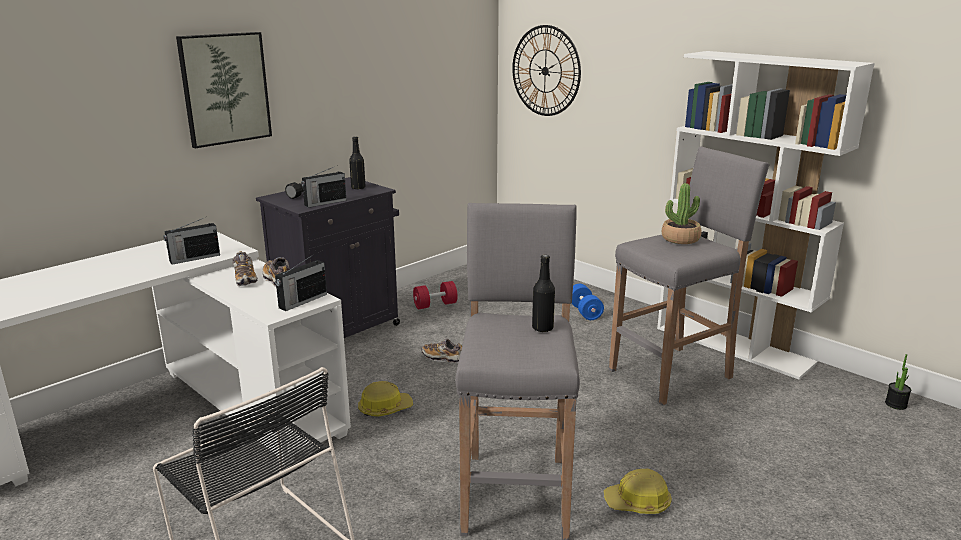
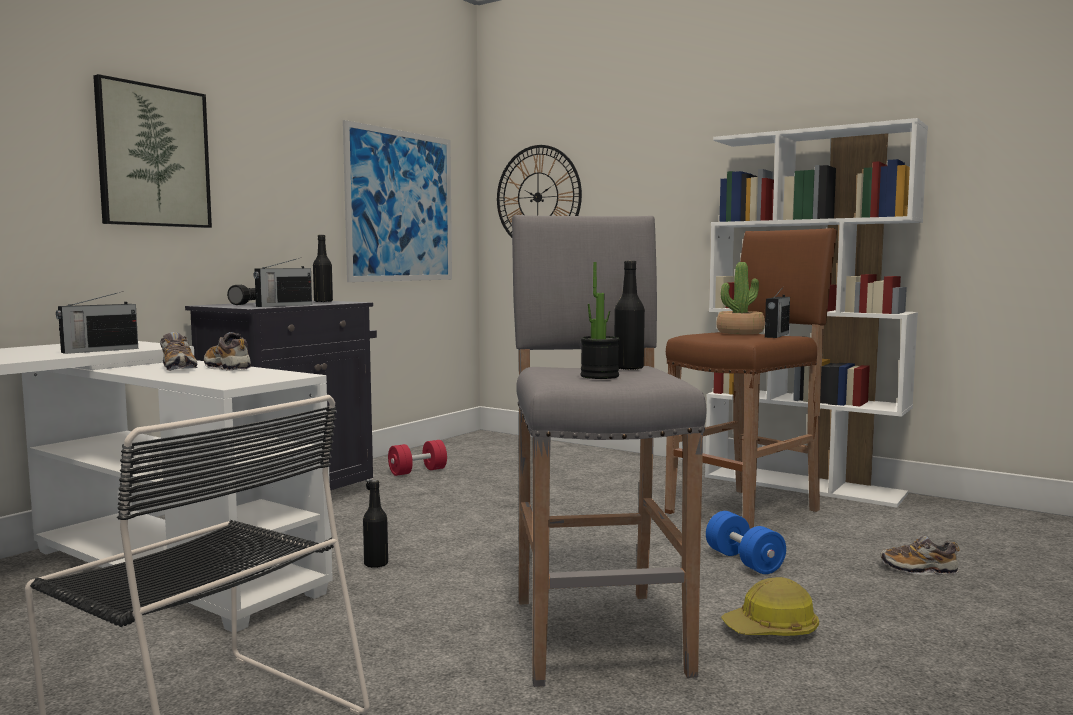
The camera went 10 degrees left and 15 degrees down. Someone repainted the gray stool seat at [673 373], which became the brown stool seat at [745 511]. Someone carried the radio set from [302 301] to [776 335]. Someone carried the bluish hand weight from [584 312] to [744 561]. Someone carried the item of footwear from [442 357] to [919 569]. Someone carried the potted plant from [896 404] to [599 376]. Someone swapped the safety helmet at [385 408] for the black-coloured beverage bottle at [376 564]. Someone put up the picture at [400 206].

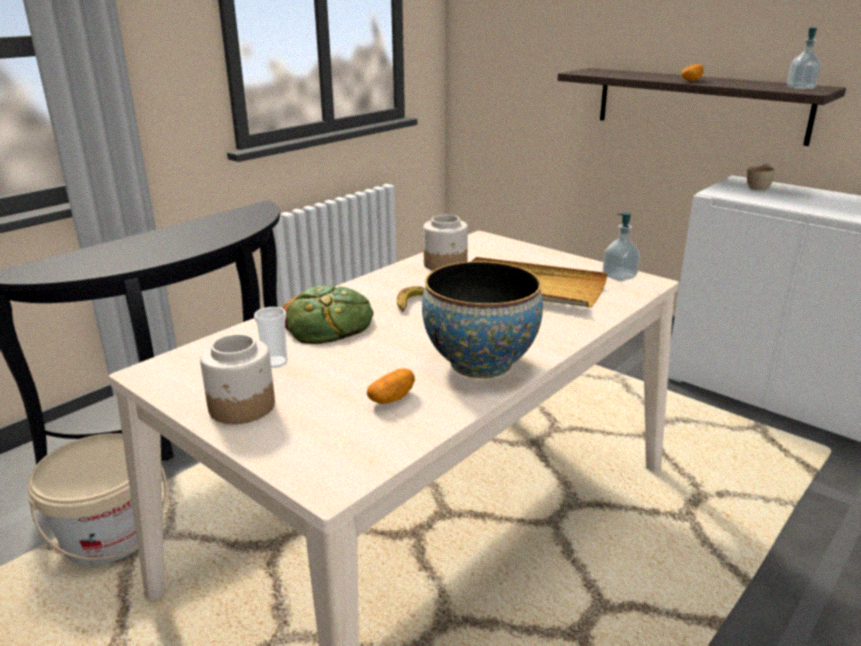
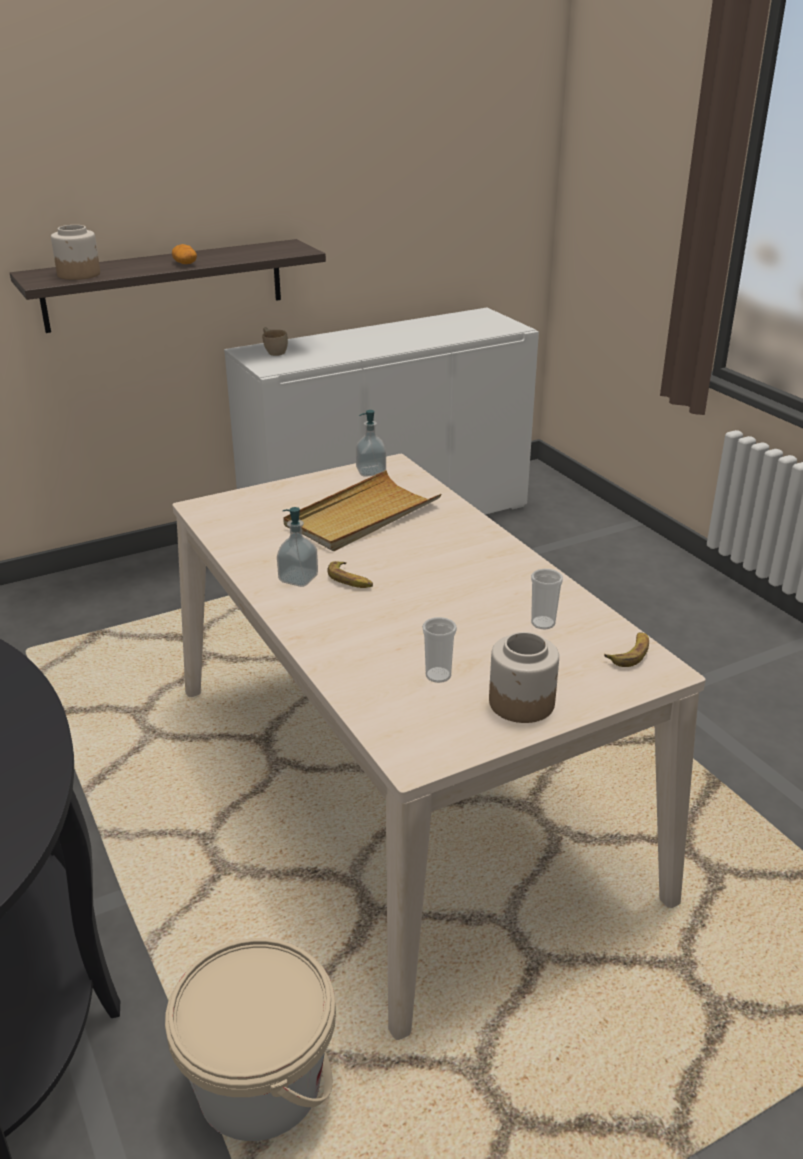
The camera went 70 degrees left and 5 degrees up. Someone carried the soap bottle from [800 88] to [298 579]. Someone carried the jar from [446 264] to [79 274]. Someone took away the deep dish at [480 363]. Someone took away the bakery bread at [328 323]. Someone swapped the whole potato at [392 398] for the small cup at [543 623]. Someone put down the banana fruit at [630 653].

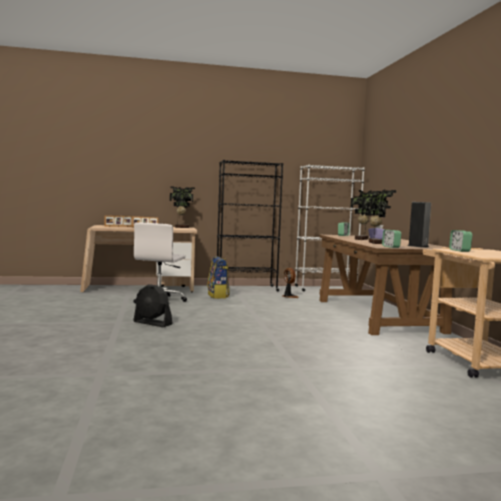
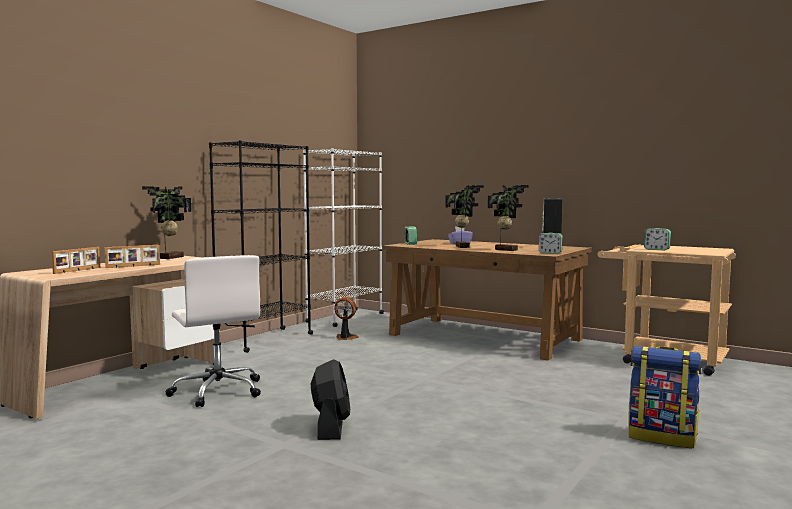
The camera went 45 degrees left and 0 degrees up. Someone carried the rucksack from [218 296] to [662 437]. Someone rotated the black-coloured electric fan at [152 323] by 75 degrees counterclockwise.

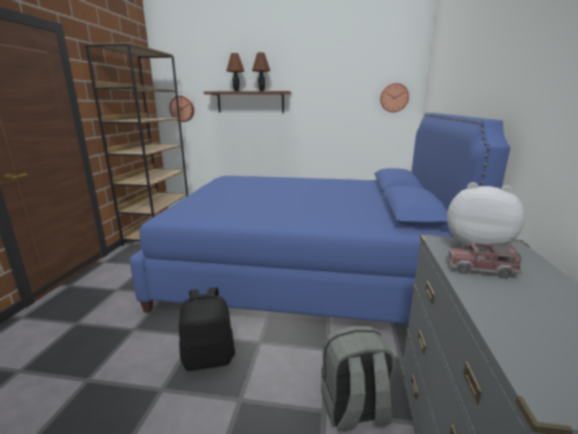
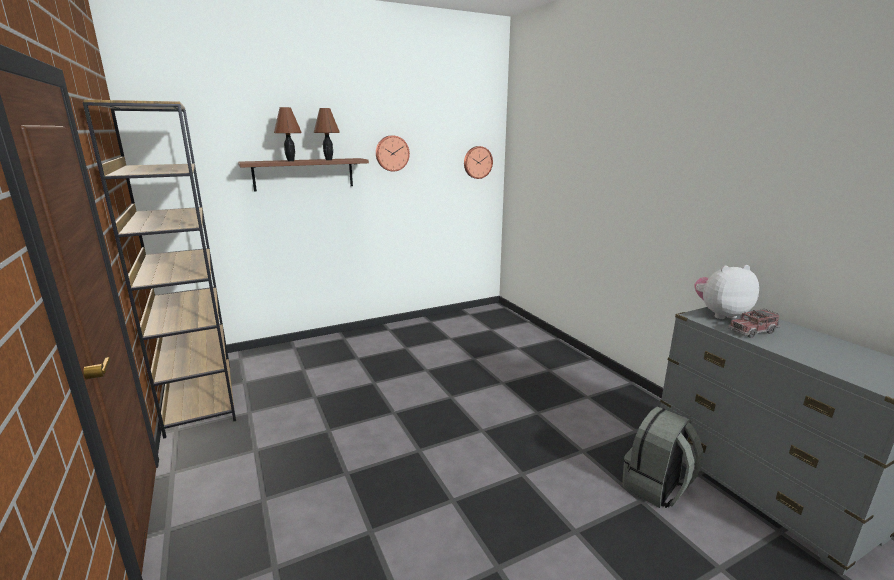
The camera went 35 degrees left and 0 degrees up. Someone carried the clock on the wall from [182 109] to [392 153]. Someone took away the bluish sleeping bed at [304 271]. Someone took away the black-coloured rucksack at [209 358].

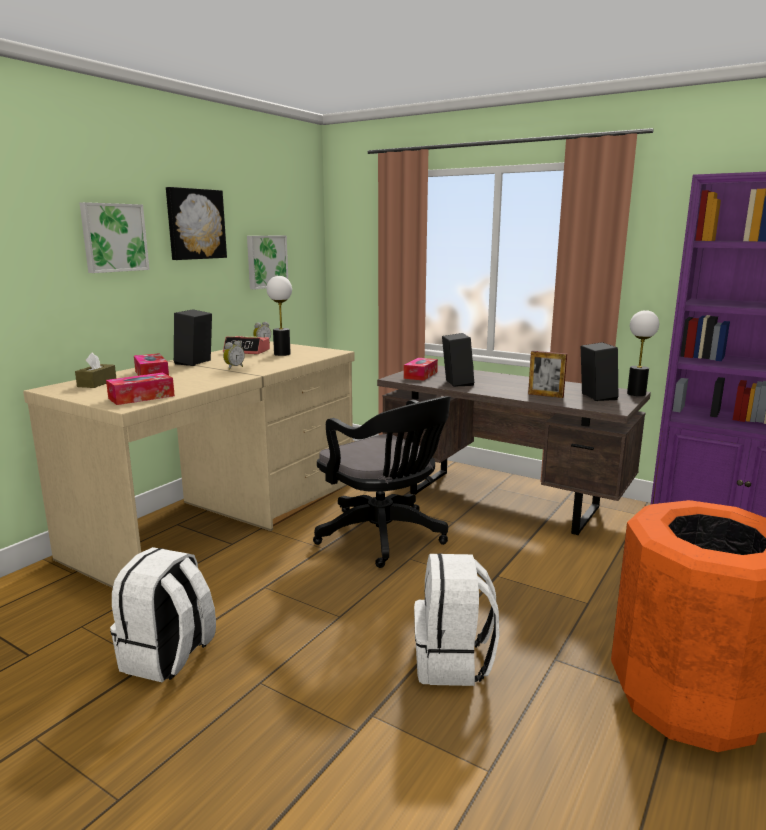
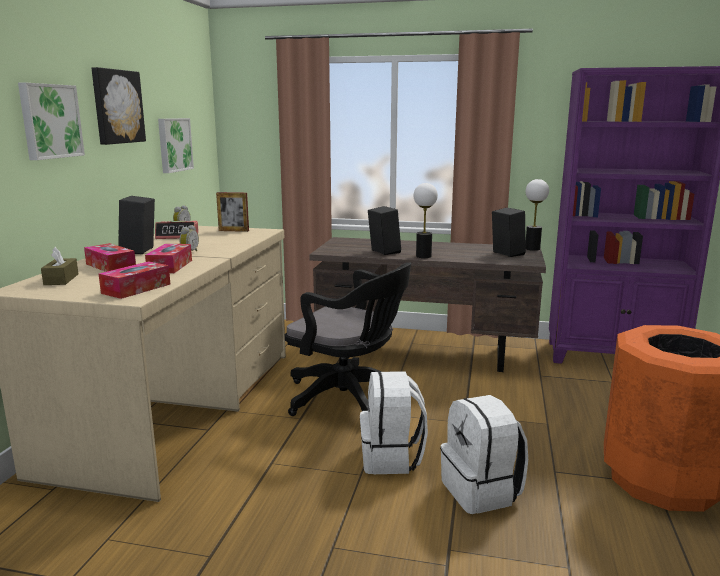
The camera went 20 degrees left and 0 degrees up. Someone carried the table lamp from [282 354] to [423 256]. Someone carried the photo frame from [545 395] to [233 230]. Someone carried the tissue box from [420 375] to [170 266]. Someone carried the white-coloured rucksack from [168 657] to [391 458].

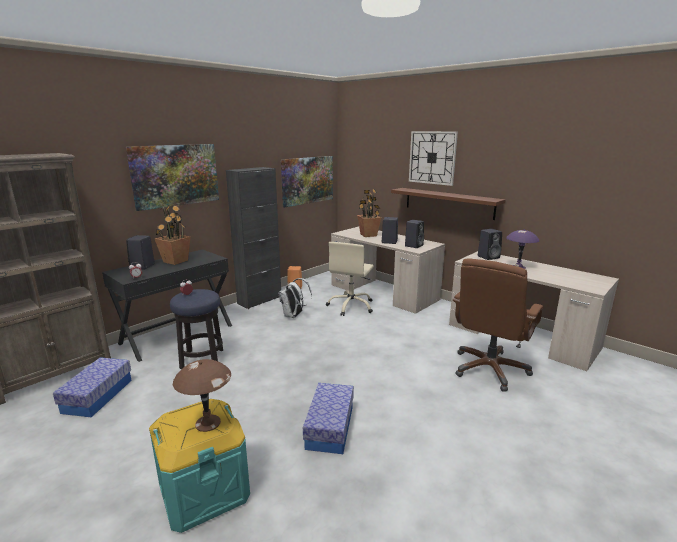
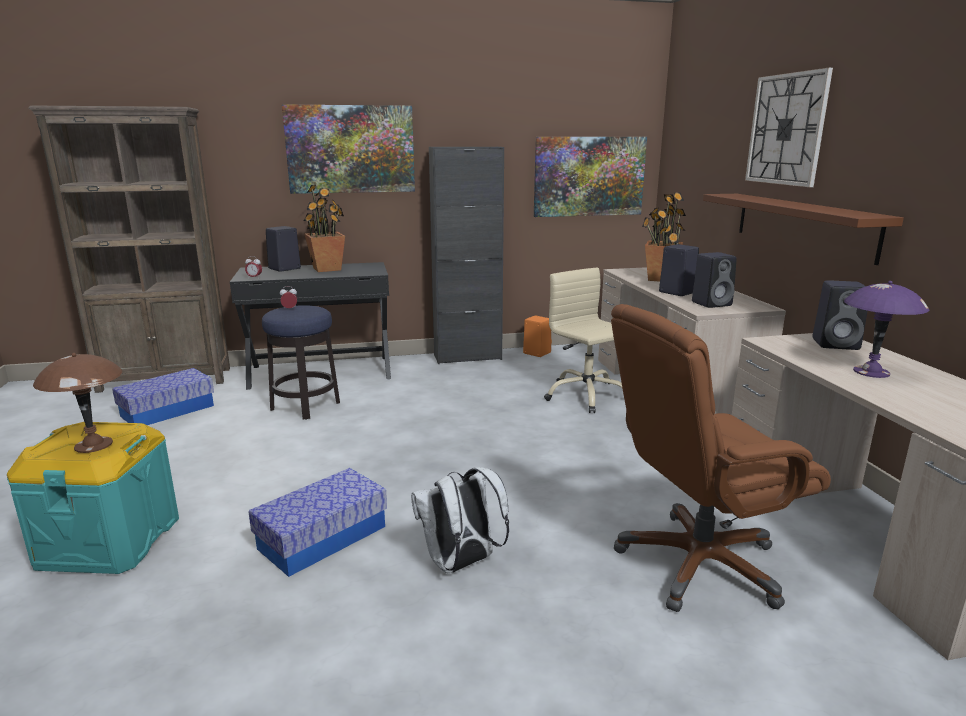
The camera went 35 degrees right and 0 degrees up. Someone rotated the beige-coloured computer chair at [351 306] by 90 degrees clockwise. Someone carried the white-coloured rucksack from [294 316] to [461 564].

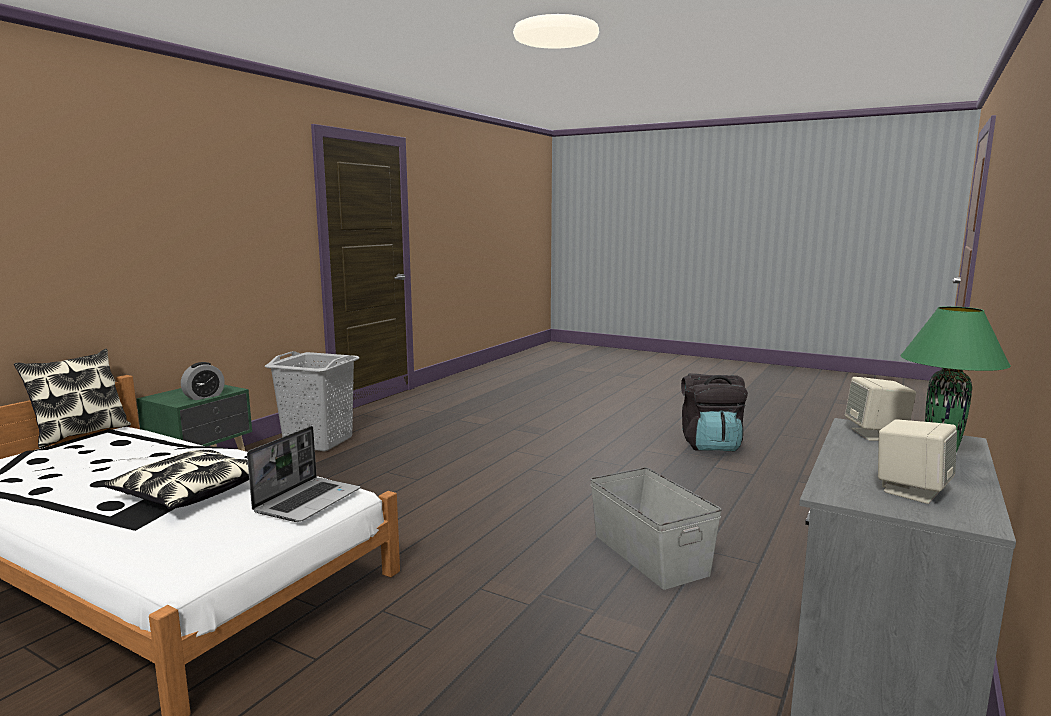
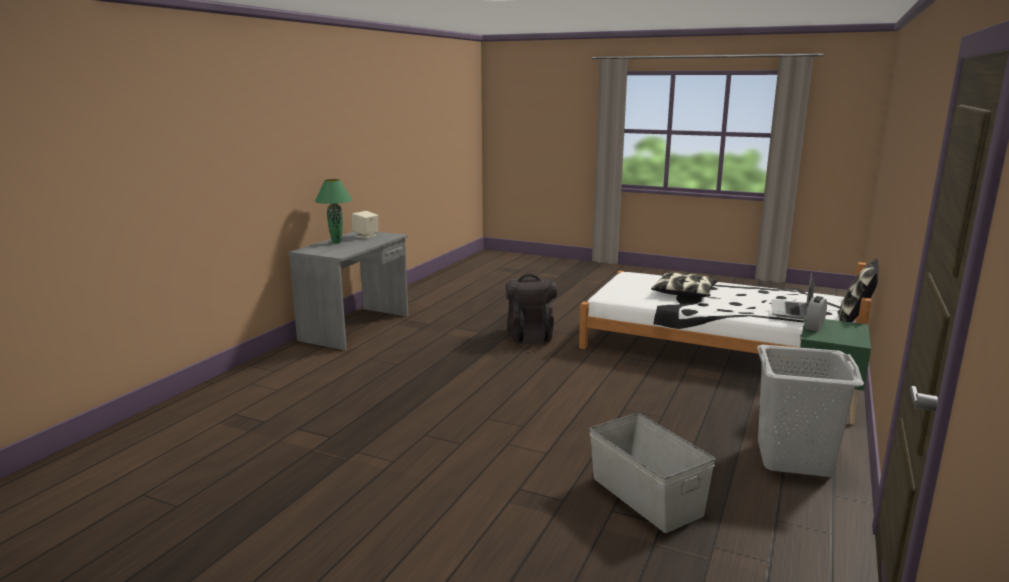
The camera went 175 degrees right and 5 degrees up. Someone carried the black-coloured rucksack from [710 445] to [529 335]. Someone took away the beige-coloured speaker at [876 434]. Someone carried the laptop from [308 501] to [791 311]. Someone carried the gray storage bin from [650 554] to [645 496].

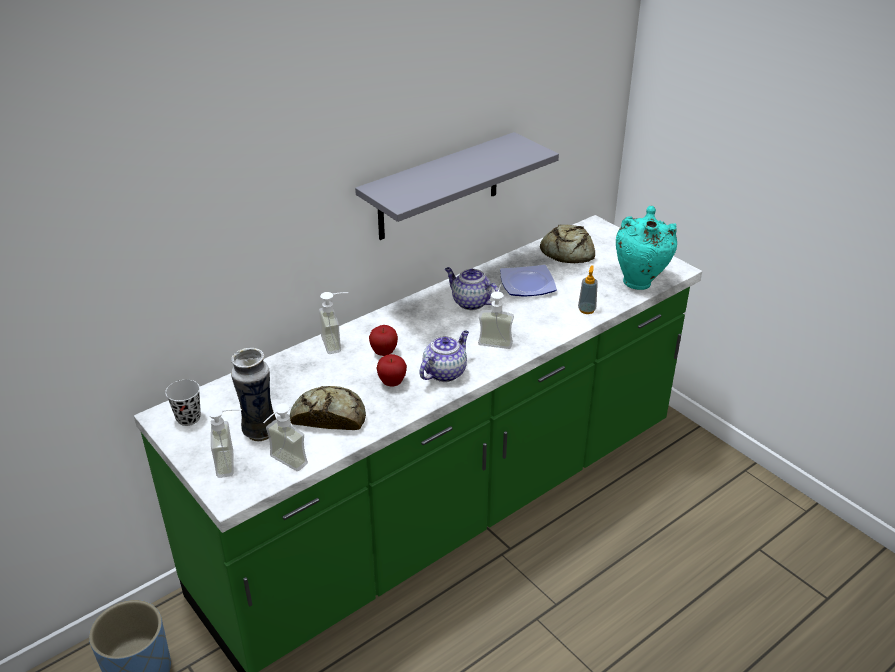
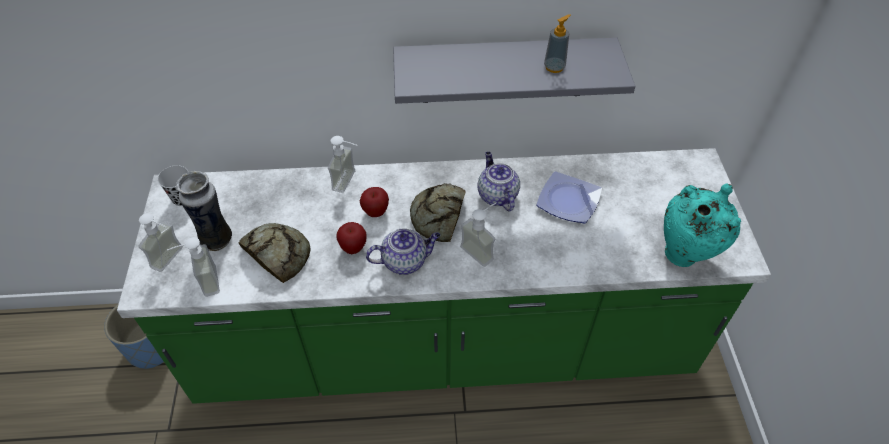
The camera went 35 degrees right and 15 degrees up. Someone carried the bakery bread from [566 252] to [438 216]. Someone carried the soap bottle from [586 310] to [554 67].

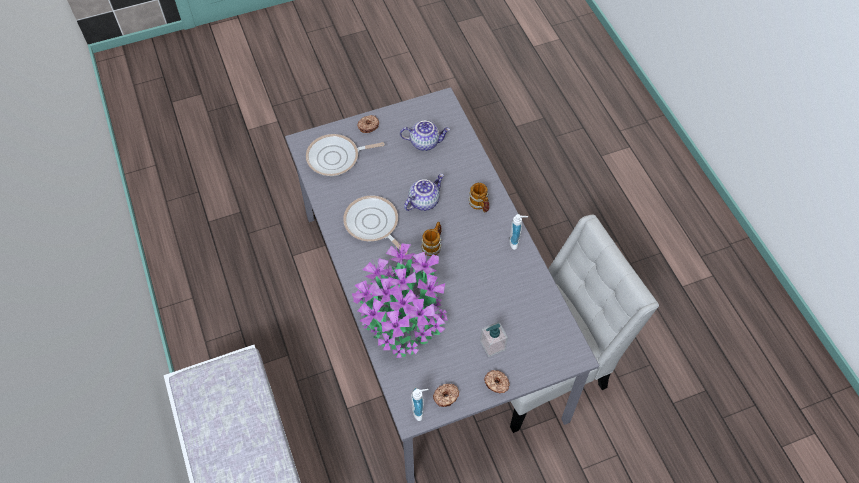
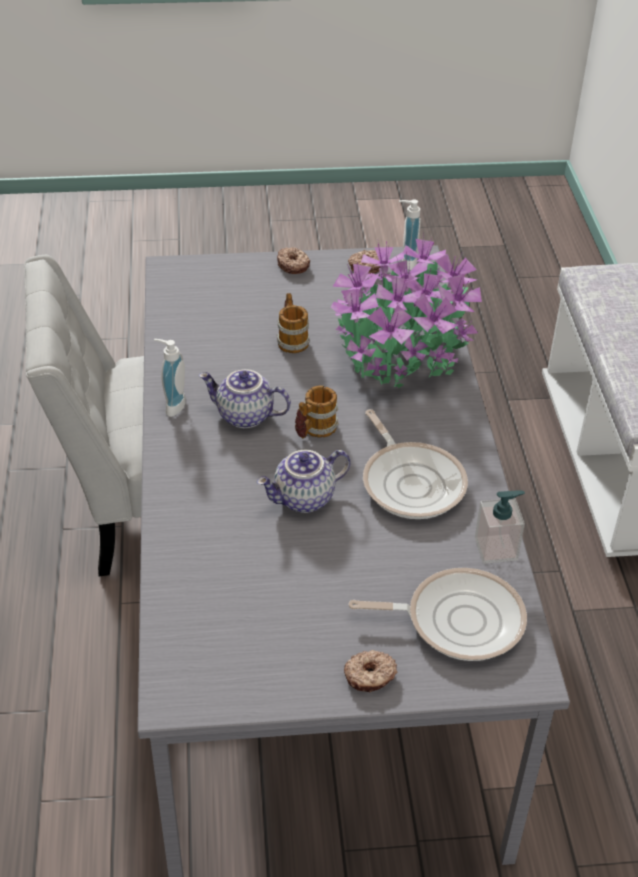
The camera went 165 degrees left and 15 degrees down. Someone carried the tea pot from [425 142] to [244 416]. Someone carried the mug from [480 205] to [291 339]. Someone carried the soap bottle from [492 345] to [496 549].

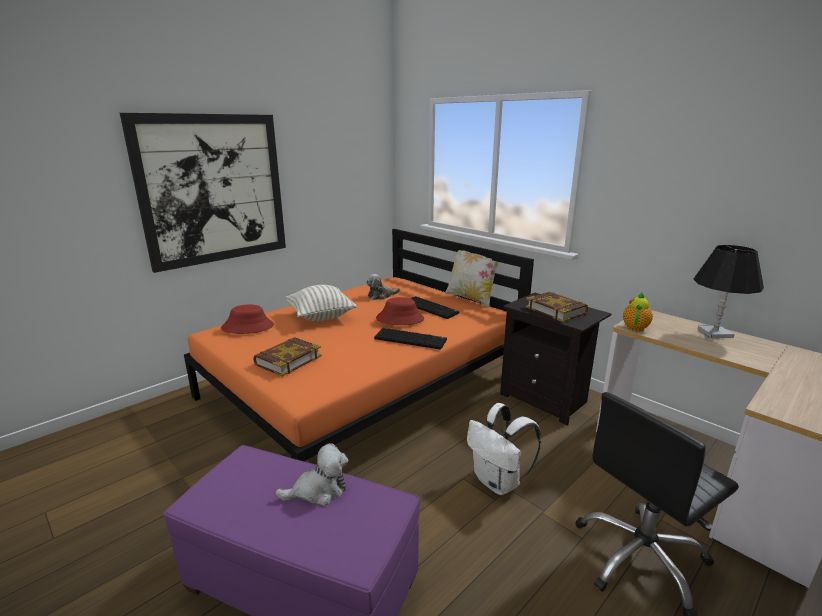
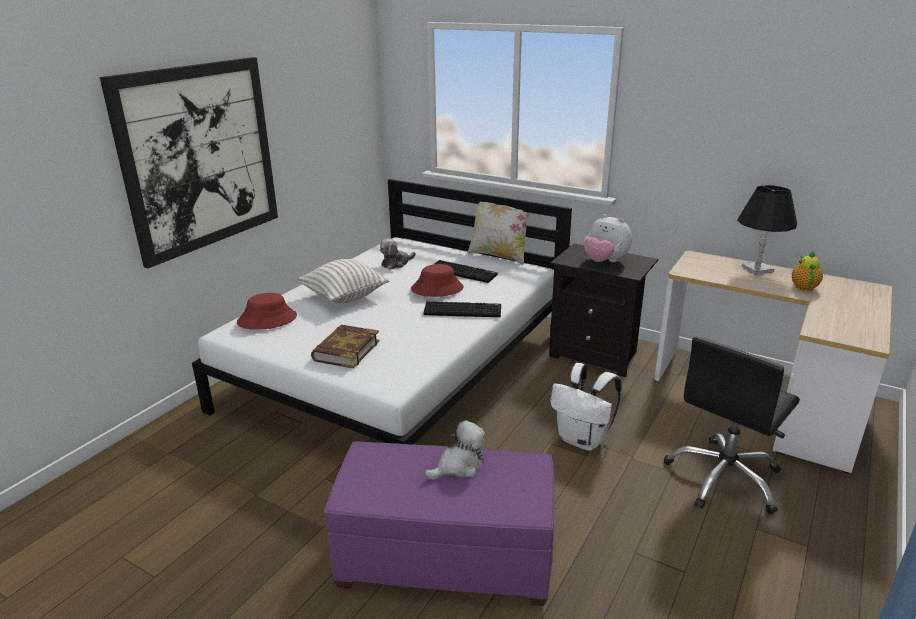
The camera went 15 degrees left and 5 degrees up. Someone repainted the orange sleeping bed at [365 385], which became the white-coloured sleeping bed at [401 368]. Someone carried the tea pot from [635 327] to [803 286]. Someone swapped the volume at [556 310] for the plush toy at [605 261].

